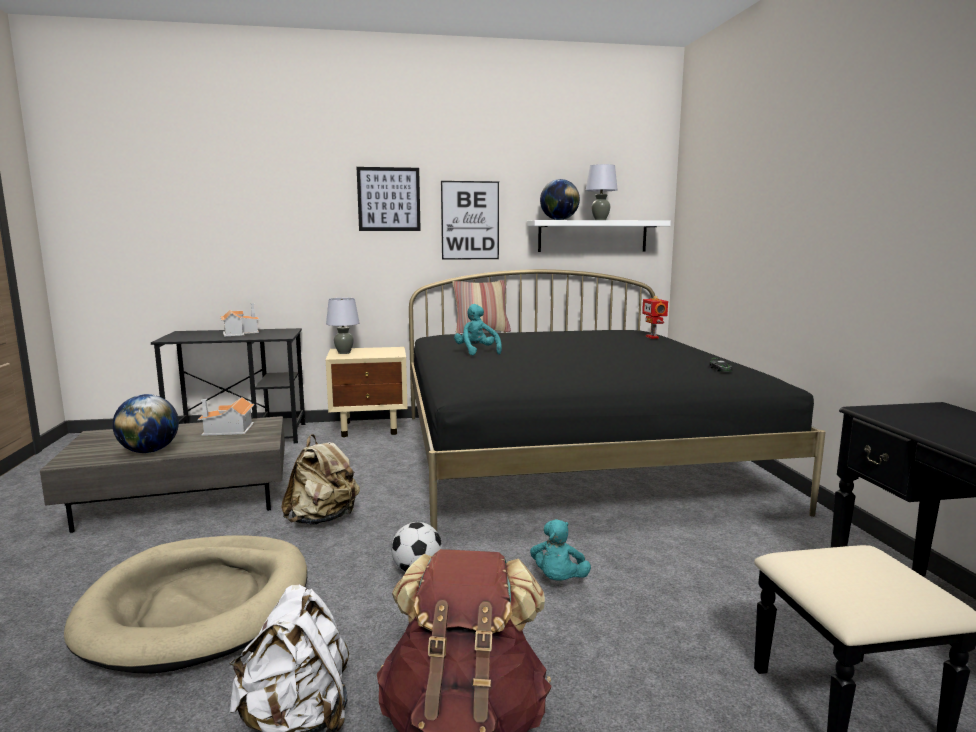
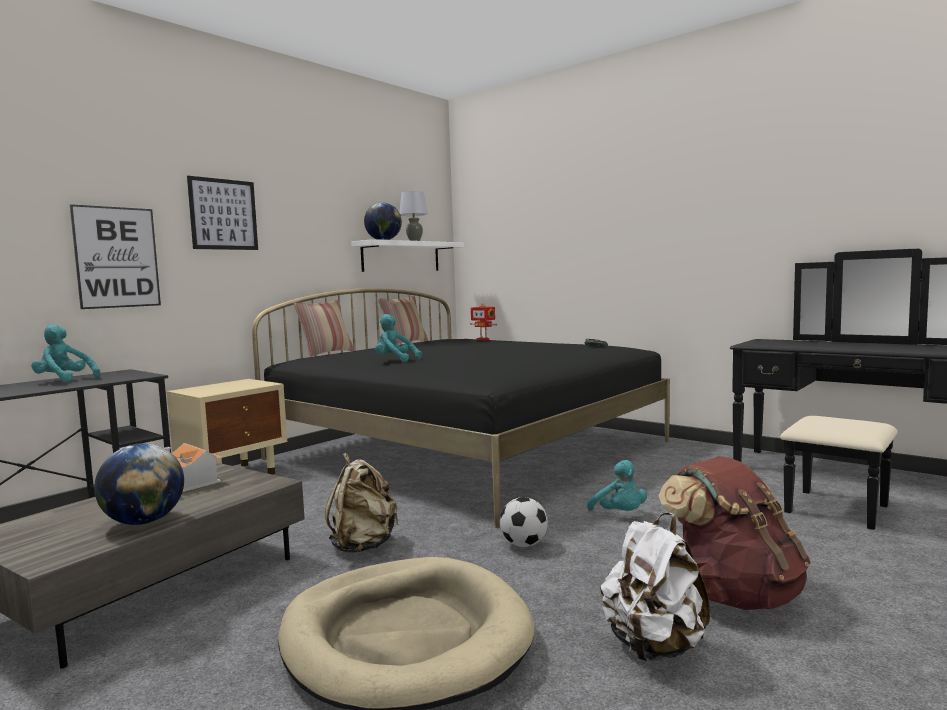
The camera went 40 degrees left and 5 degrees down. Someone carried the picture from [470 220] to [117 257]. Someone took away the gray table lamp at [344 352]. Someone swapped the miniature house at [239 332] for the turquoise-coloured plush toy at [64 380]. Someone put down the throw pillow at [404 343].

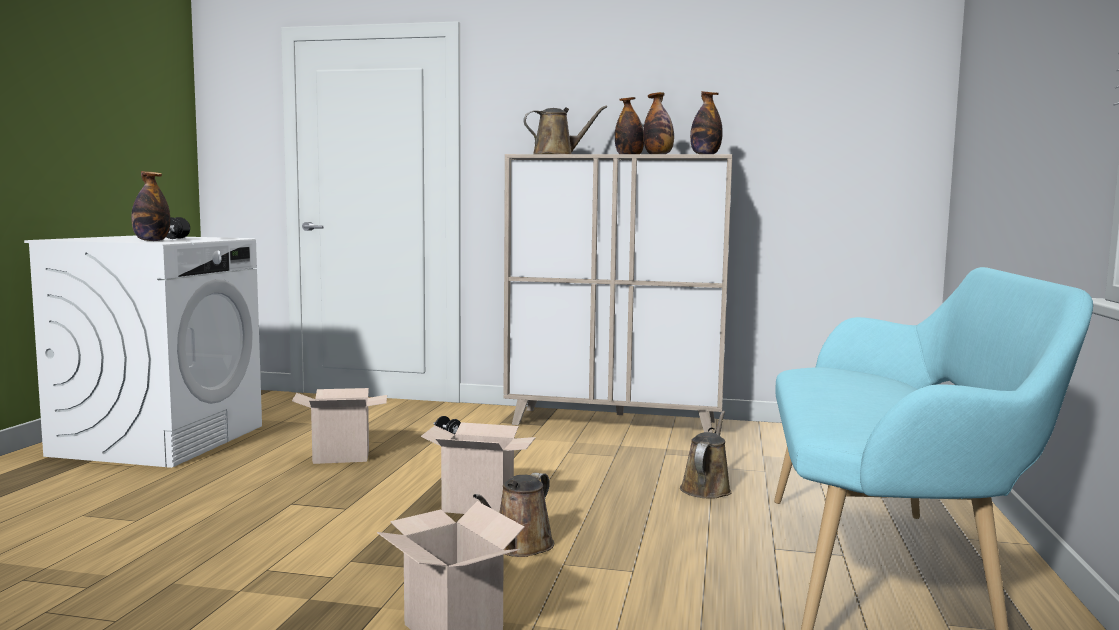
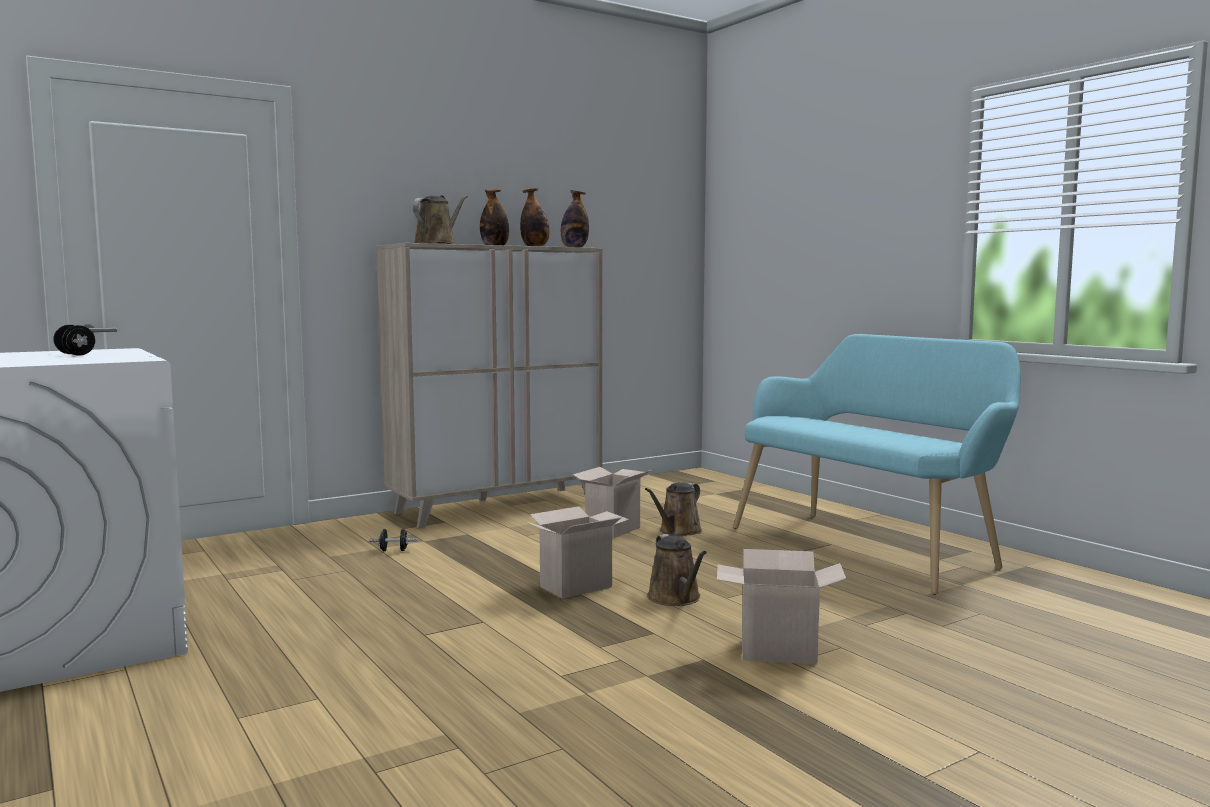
The camera went 45 degrees left and 0 degrees up. Someone took away the beverage bottle at [151 240]. Someone carried the packing box from [343 456] to [612 529]. Someone rotated the brown watering pot at [706 488] by 120 degrees counterclockwise.

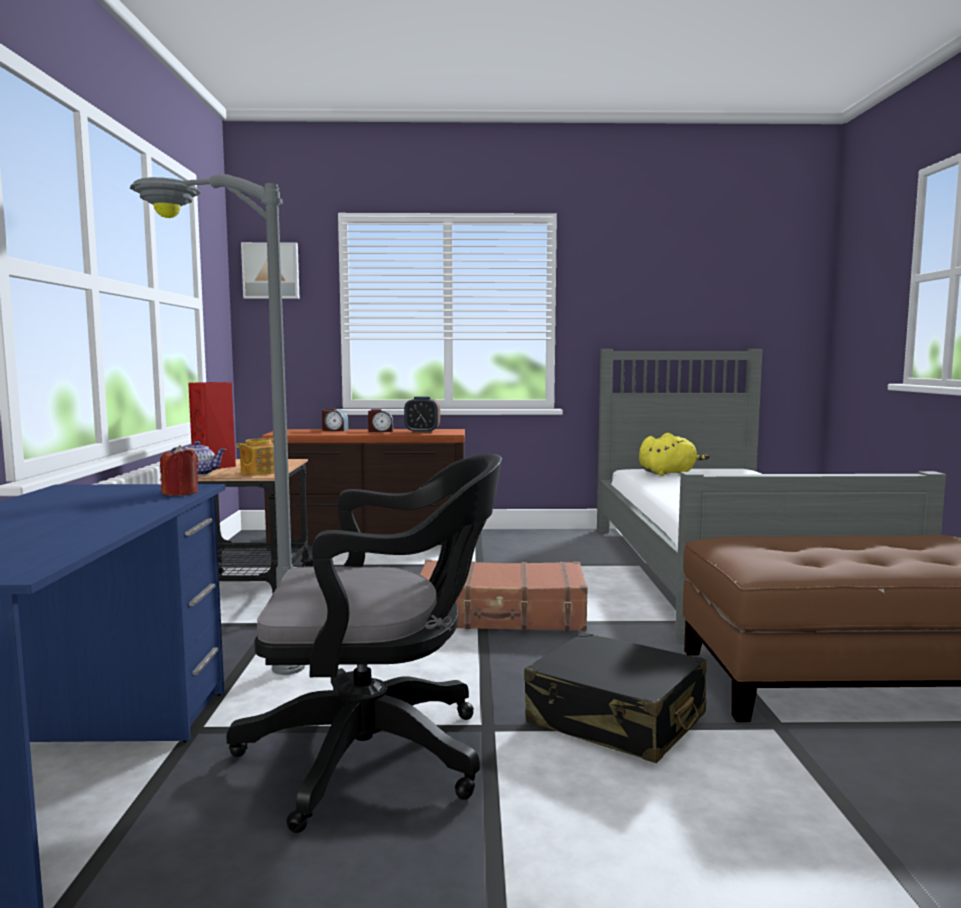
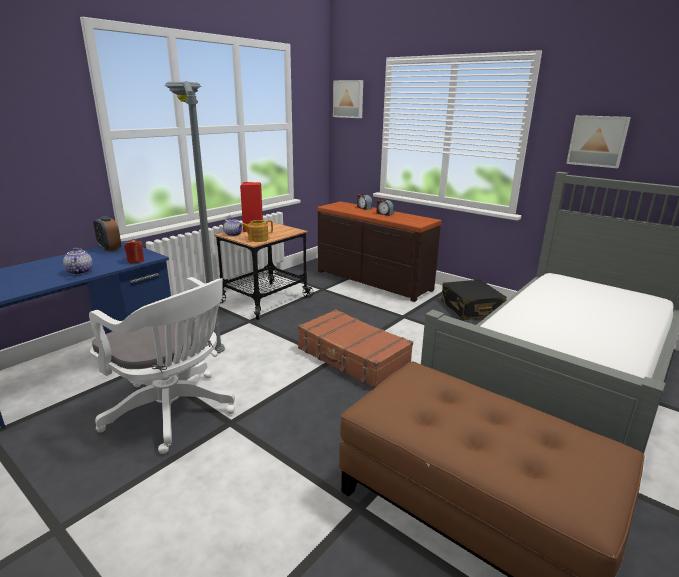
The camera went 40 degrees right and 15 degrees up. Someone carried the bedside clock from [422 432] to [109 248]. Someone took away the yellow plush toy at [669 473]. Someone repainted the black-coloured computer chair at [379 754], which became the white-coloured computer chair at [174 412]. Someone carried the black-coloured suitcase from [616 720] to [471 309]. Someone put up the picture at [597 141]. Someone put down the tea pot at [79 271].

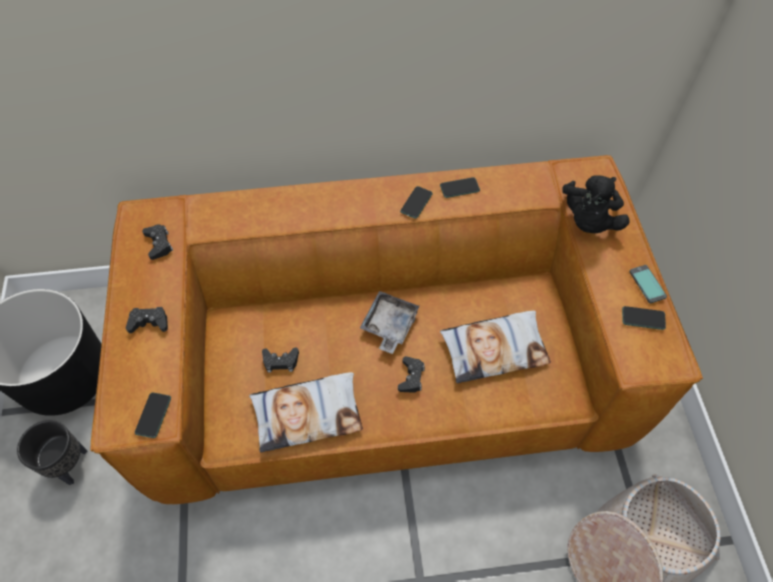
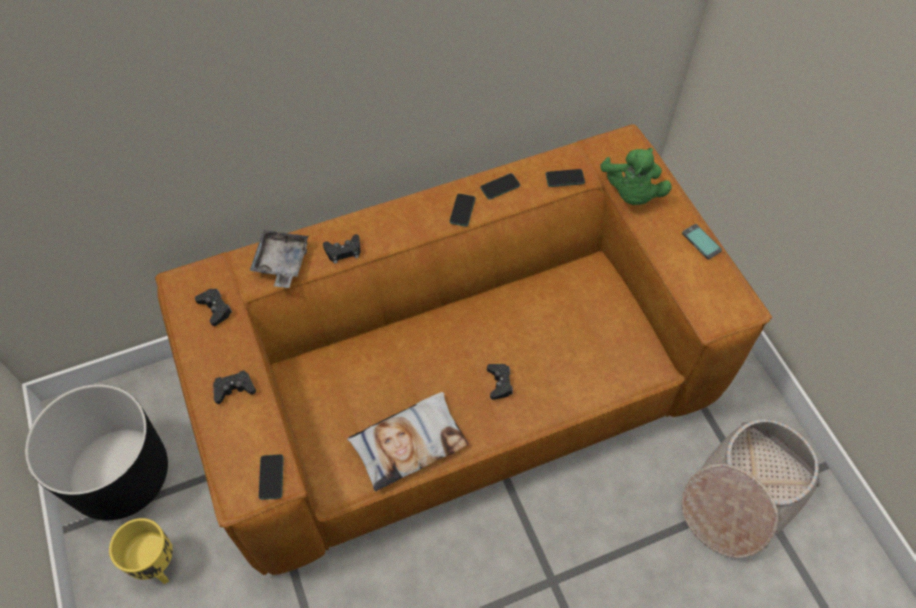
The camera went 15 degrees left and 0 degrees up. Someone repainted the black-coloured plush toy at [588 221], which became the green-coloured plush toy at [631 193]. Someone carried the gray tray from [389 325] to [281 263]. Someone carried the handset from [643 318] to [565 178]. Someone took away the throw pillow at [494 349]. Someone carried the black-coloured gamepad from [280 361] to [343 251]. Someone repainted the black-coloured flower pot at [69 464], which became the yellow flower pot at [157 564].

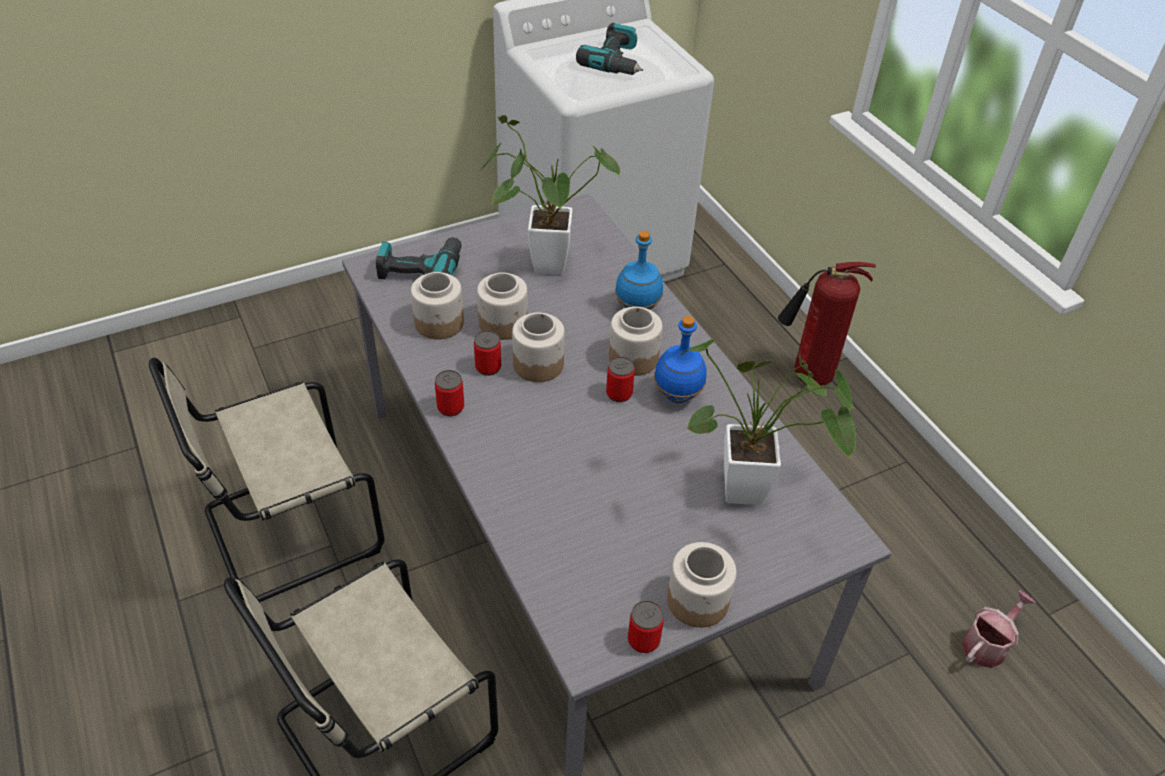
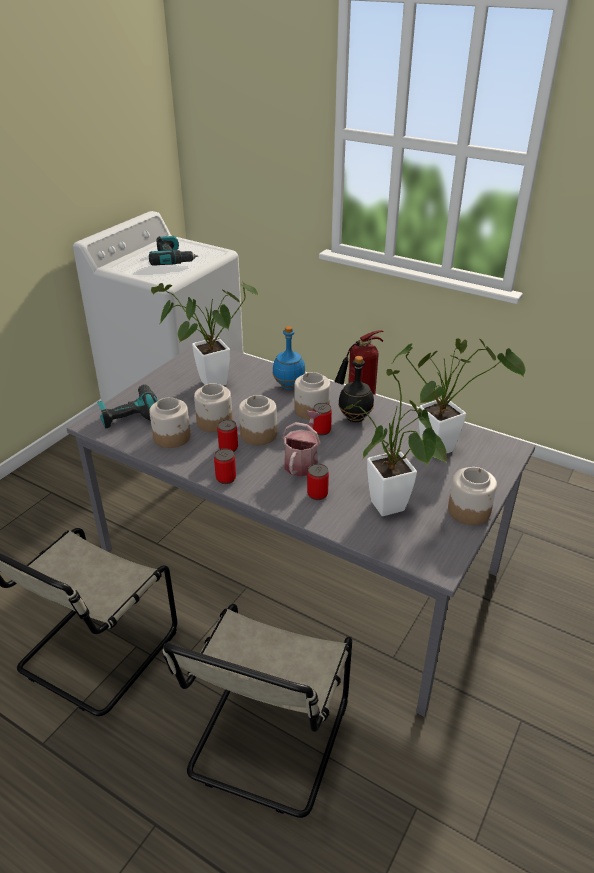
The camera went 30 degrees left and 10 degrees down. Someone repainted the bluish beverage bottle at [678 396], which became the black-coloured beverage bottle at [355 418]. Someone carried the watering pot from [987 644] to [302 462]. Someone carried the can from [643 640] to [317 494]. Someone put down the potted plant at [390 511].

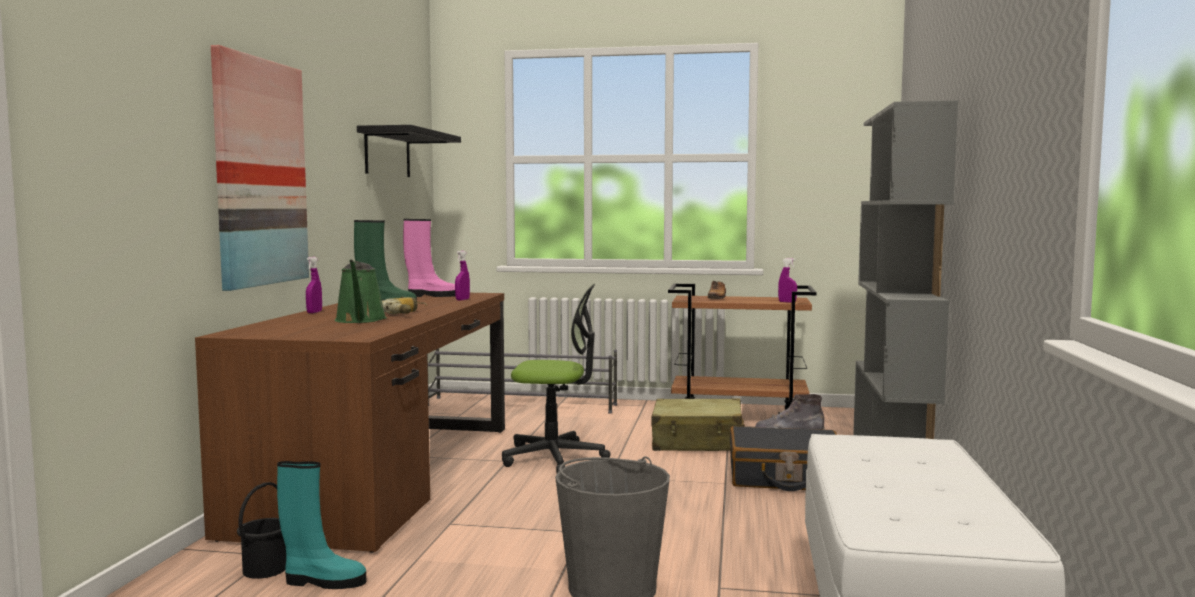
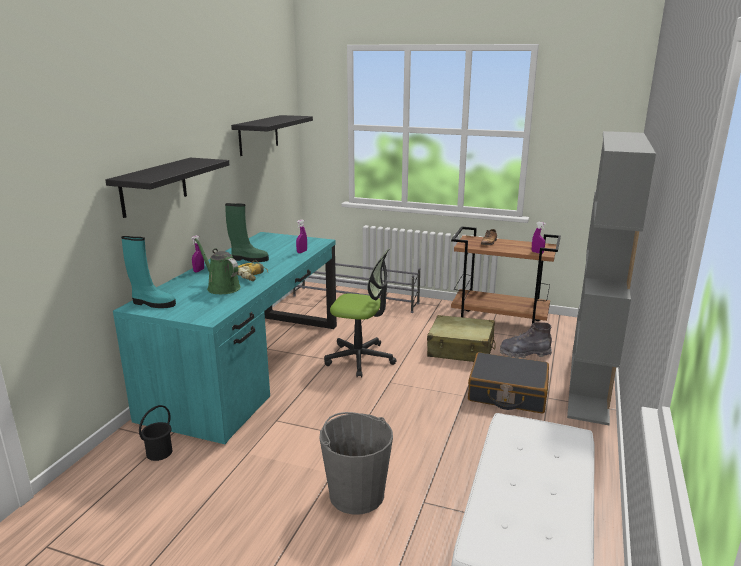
The camera went 10 degrees right and 15 degrees up. Someone swapped the picture at [260 172] for the black-coloured wall shelf at [154 186]. Someone took away the pink high-top boot at [432 296]. Someone rotated the green-coloured watering pot at [360 320] by 135 degrees clockwise. Someone repainted the brown desk at [385 475], which became the turquoise-coloured desk at [250 368]. Someone carried the turquoise-coloured high-top boot from [323 582] to [152 303].

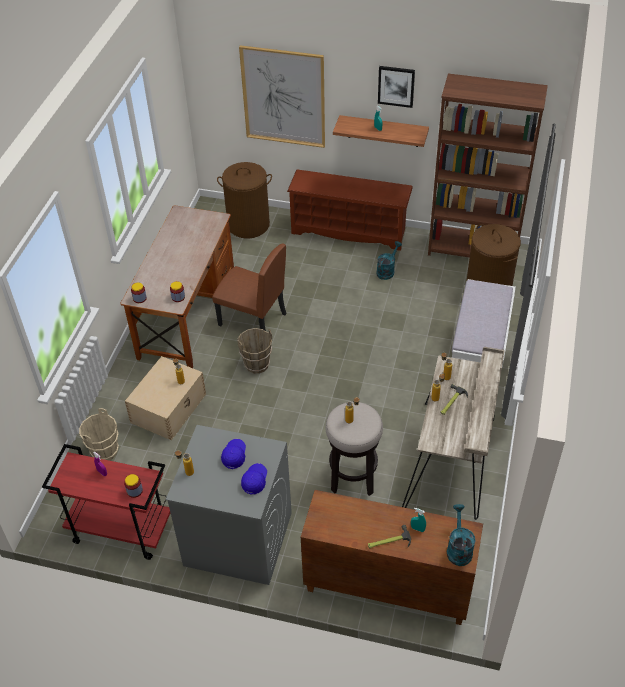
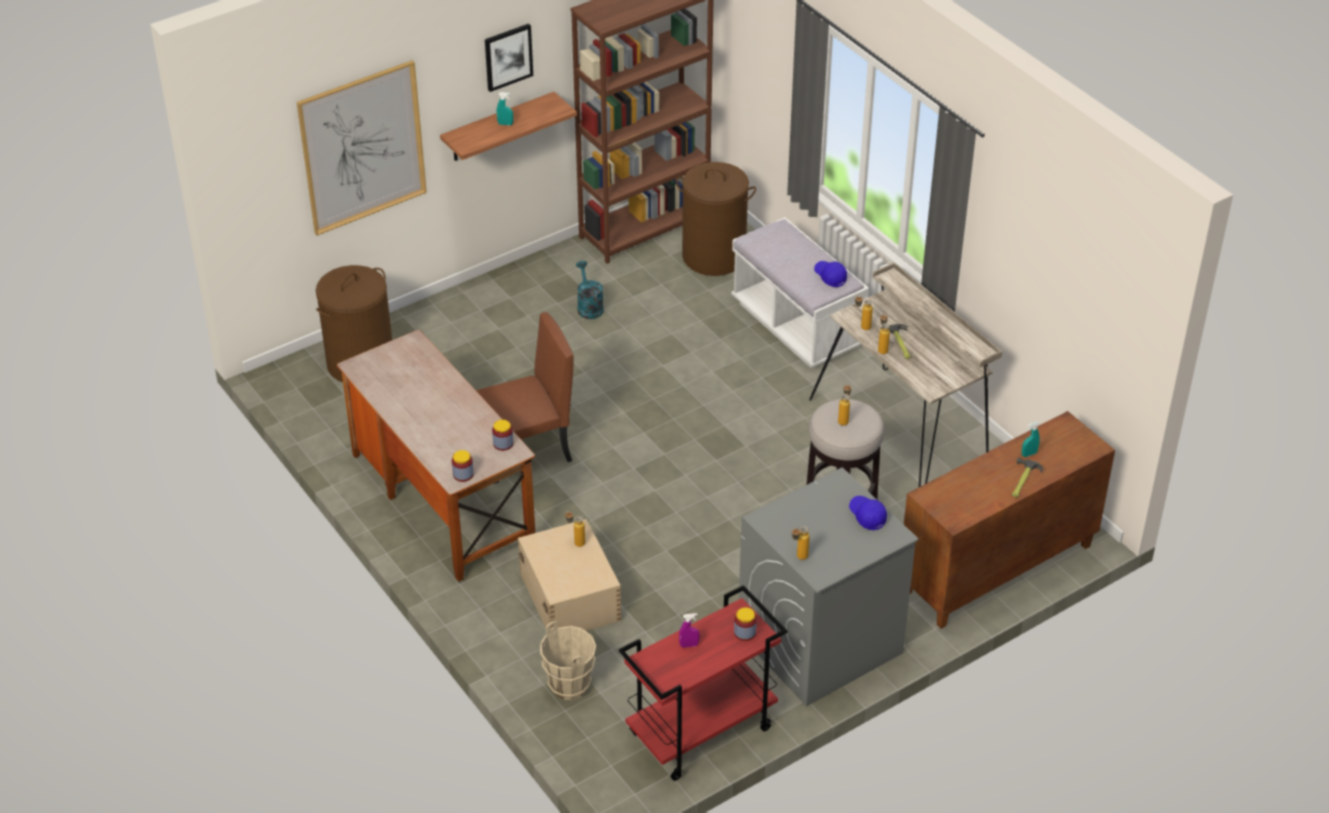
The camera went 50 degrees left and 5 degrees down. Someone took away the brown shoe stand at [349 231]. Someone took away the brown bucket at [256 364]. Someone carried the bluish baseball cap from [234 456] to [830 277]. Someone took away the turquoise-coloured watering pot at [458 548].

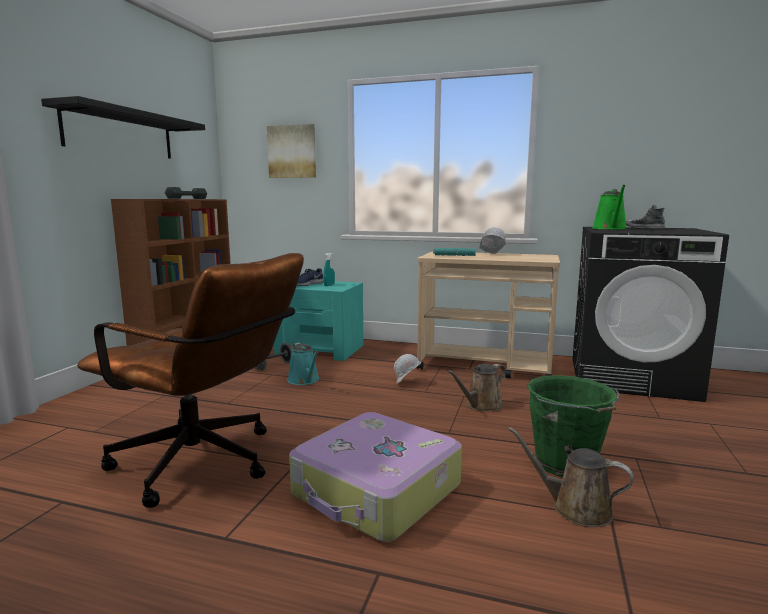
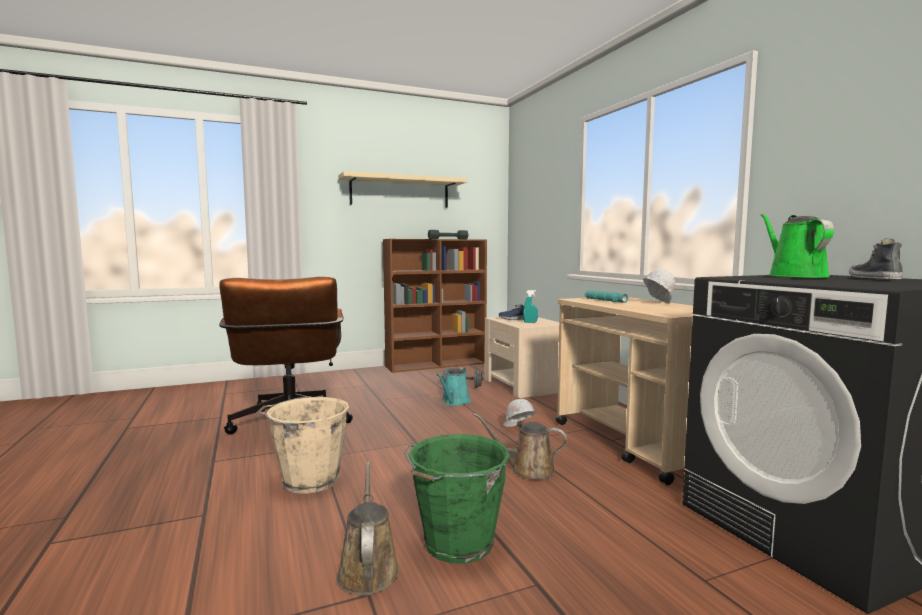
The camera went 50 degrees right and 5 degrees down. Someone repainted the black-coloured wall shelf at [120 133], which became the beige-coloured wall shelf at [400 192]. Someone took away the picture at [292 151]. Someone rotated the green-coloured watering pot at [610 228] by 120 degrees clockwise. Someone repainted the turquoise-coloured nightstand at [320 349], which became the beige-coloured nightstand at [524 385]. Someone swapped the suitcase at [376 491] for the beige-coloured bucket at [308 480].

